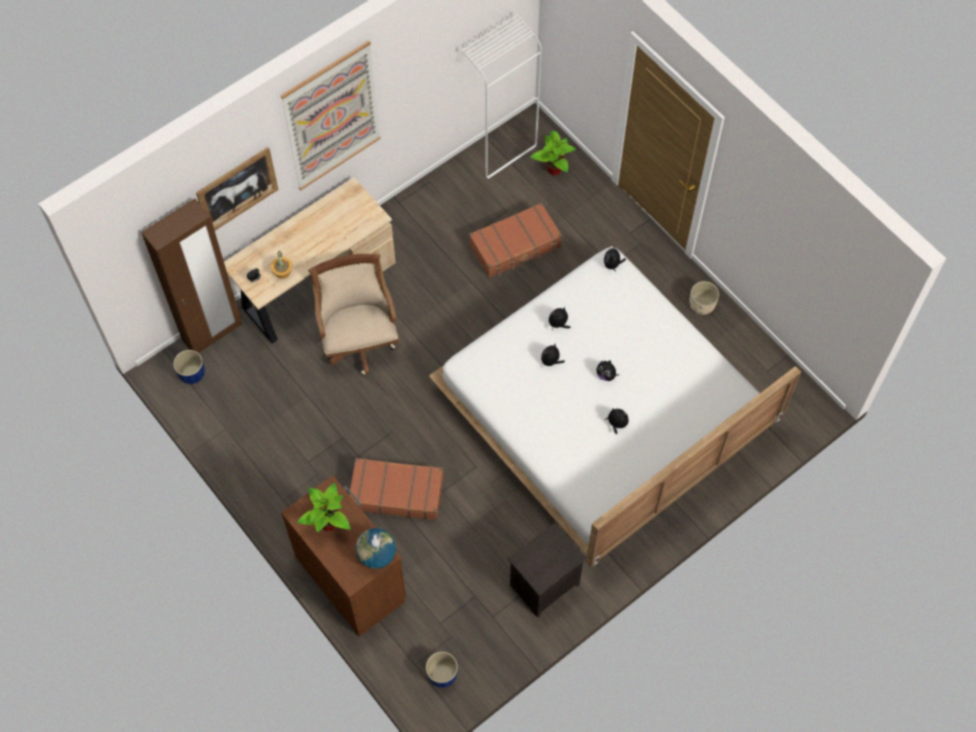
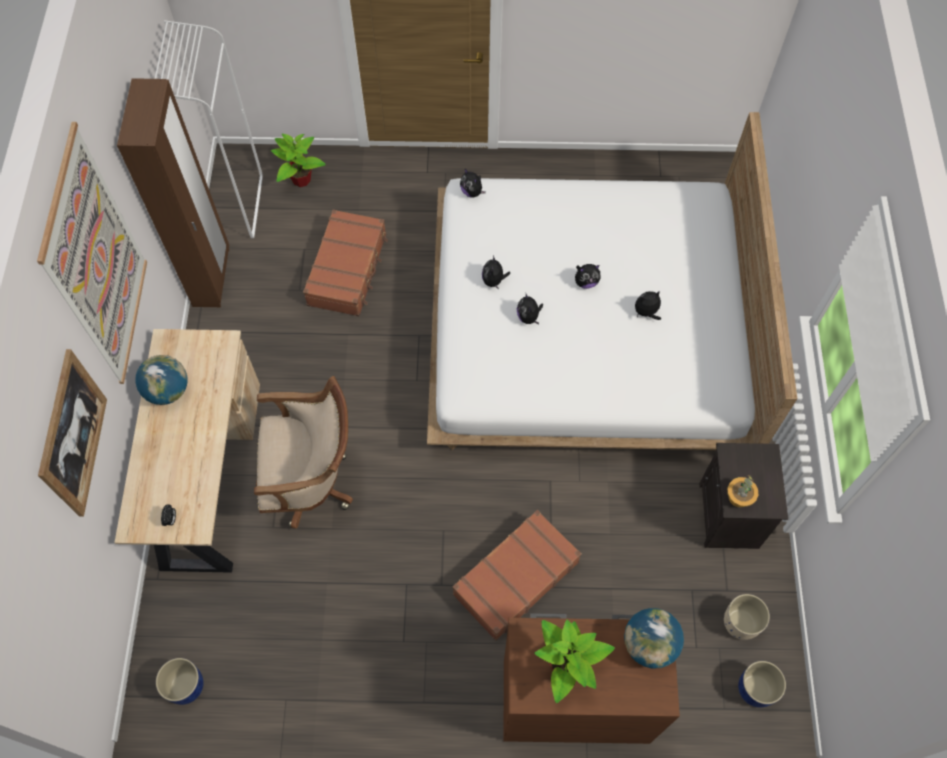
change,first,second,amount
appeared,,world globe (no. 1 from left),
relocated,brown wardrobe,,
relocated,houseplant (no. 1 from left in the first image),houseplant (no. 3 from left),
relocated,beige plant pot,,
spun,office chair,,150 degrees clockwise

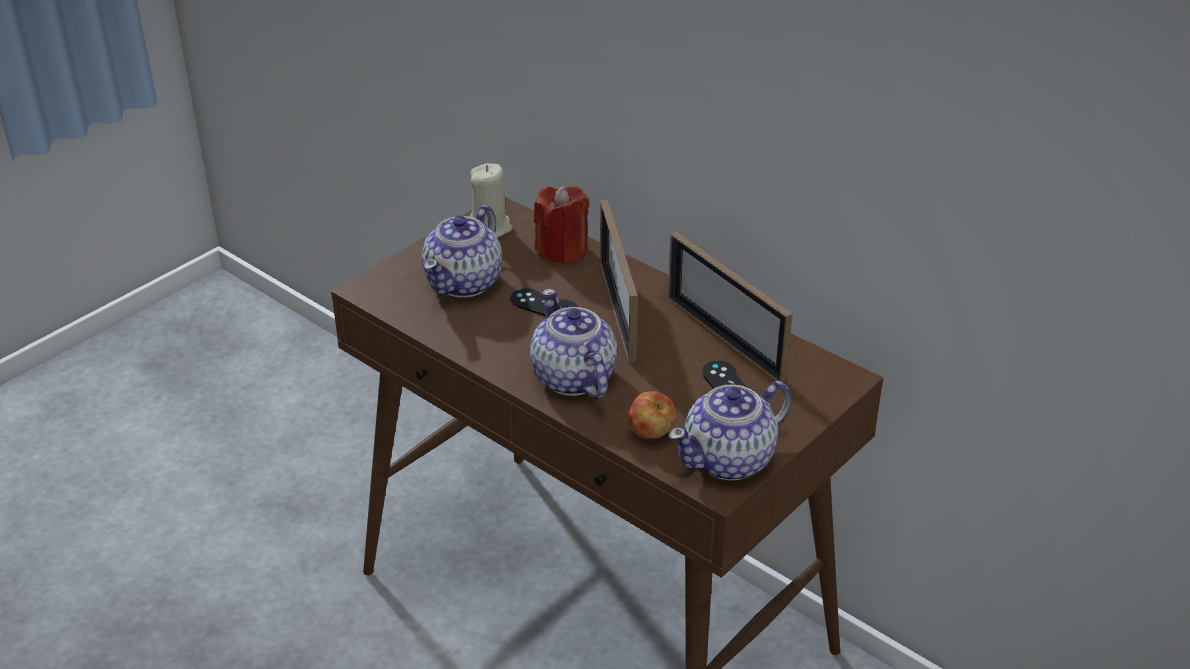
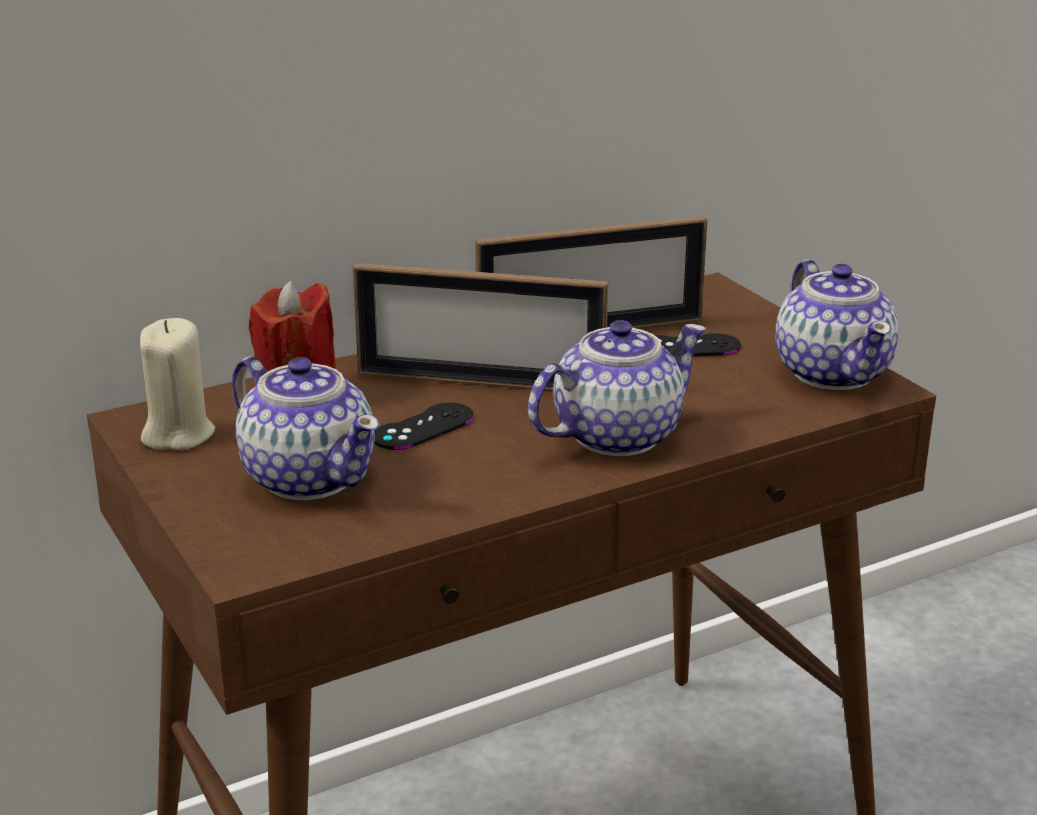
change,first,second,amount
missing,whole apple,,
spun,teapot (no. 2 from left),,150 degrees clockwise

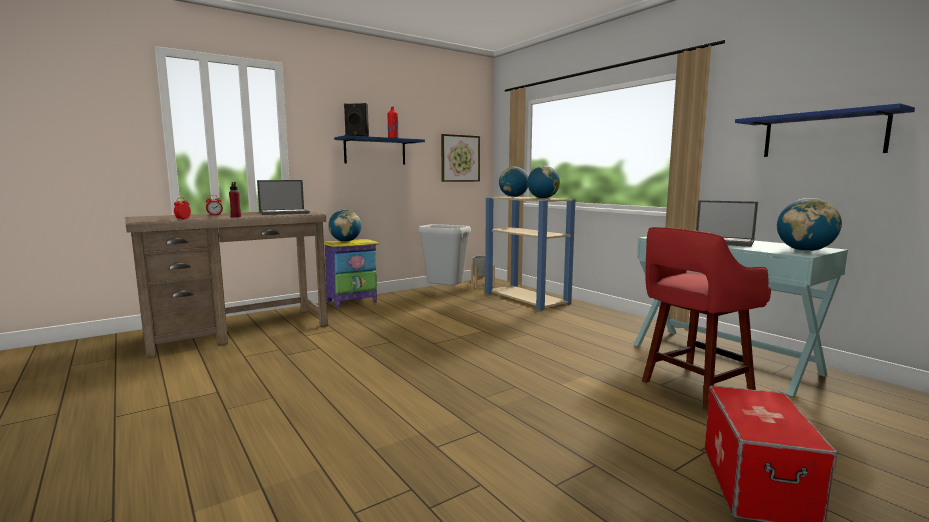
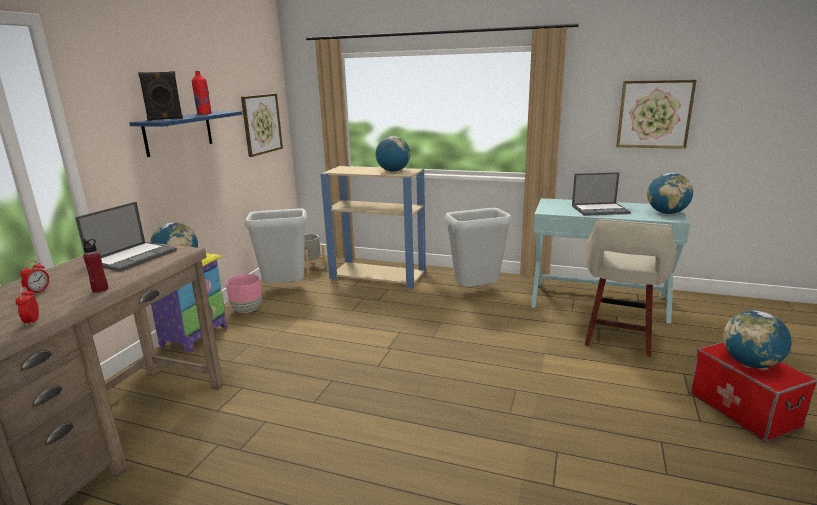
change,first,second,amount
appeared,,pink plant pot,
appeared,,gray rubbish bin (no. 2 from left),
relocated,world globe (no. 2 from left in the first image),world globe (no. 4 from left),
exchanged,blue-coloured shelf (no. 2 from left),wall art (no. 2 from left),
colour,red-coloured stool,beige stool,

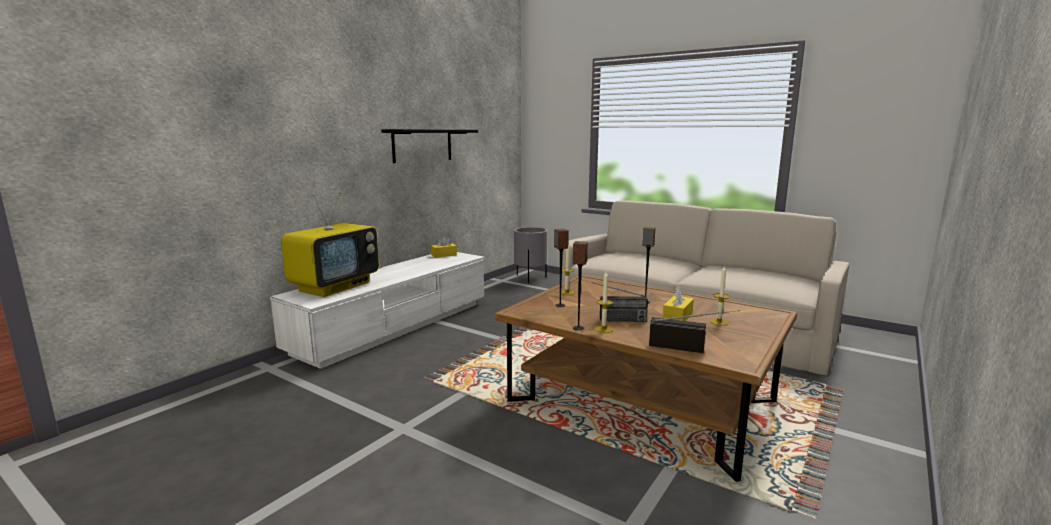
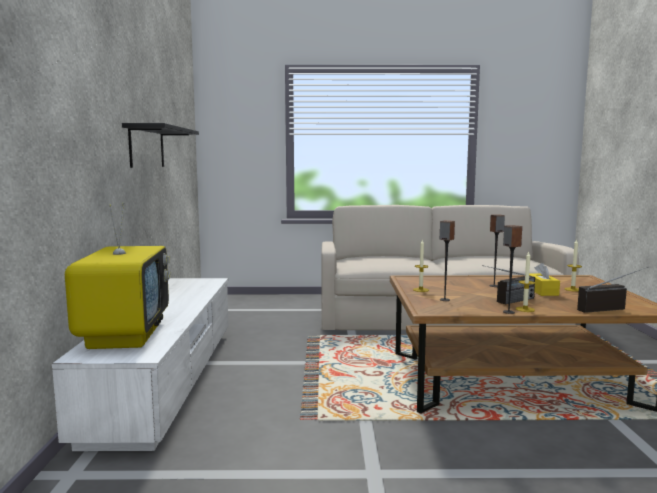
change,first,second,amount
missing,yellowish tissue box (no. 1 from left),,
missing,gray plant pot,,

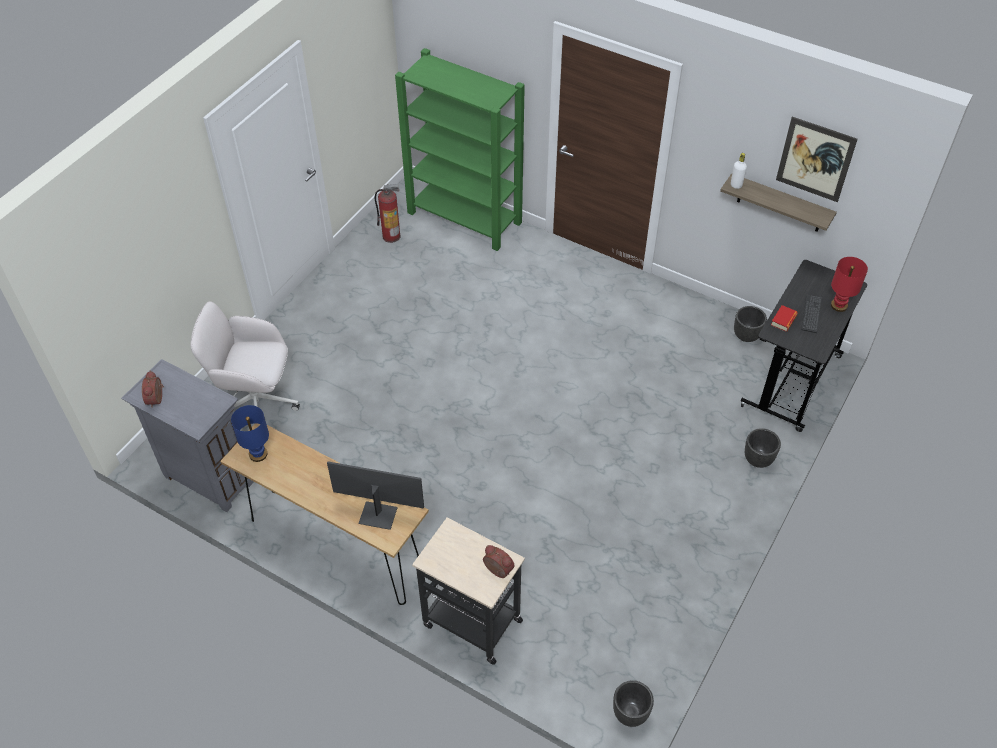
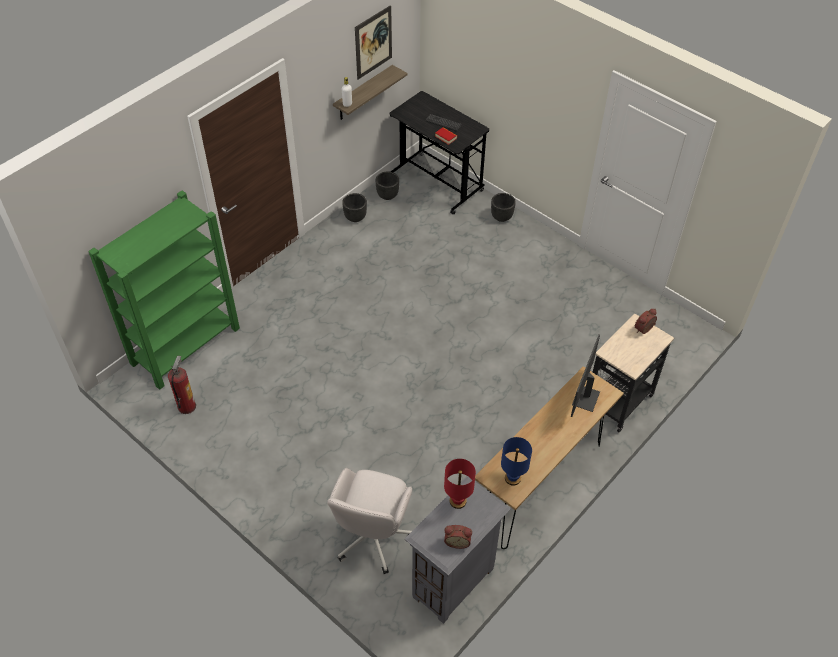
change,first,second,amount
relocated,blackish plant pot (no. 1 from left),,
relocated,red-coloured lamp for a table,,

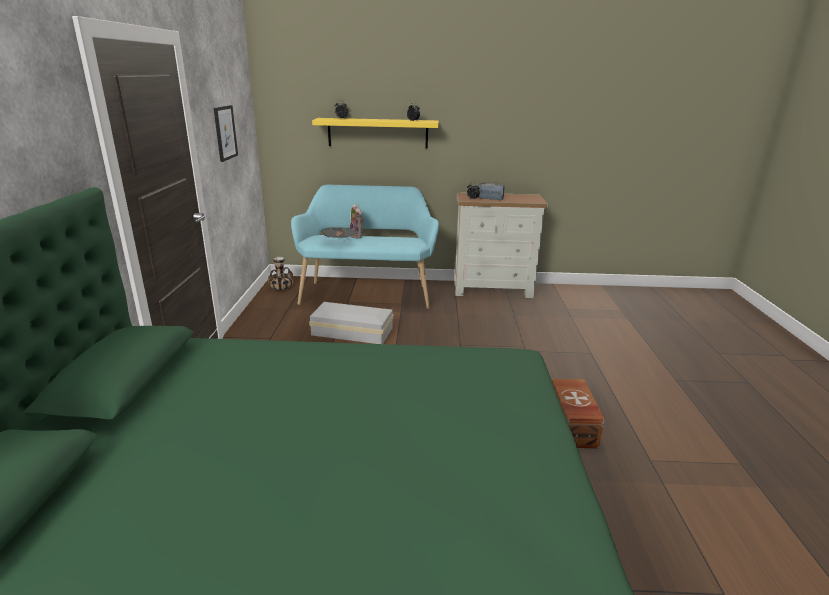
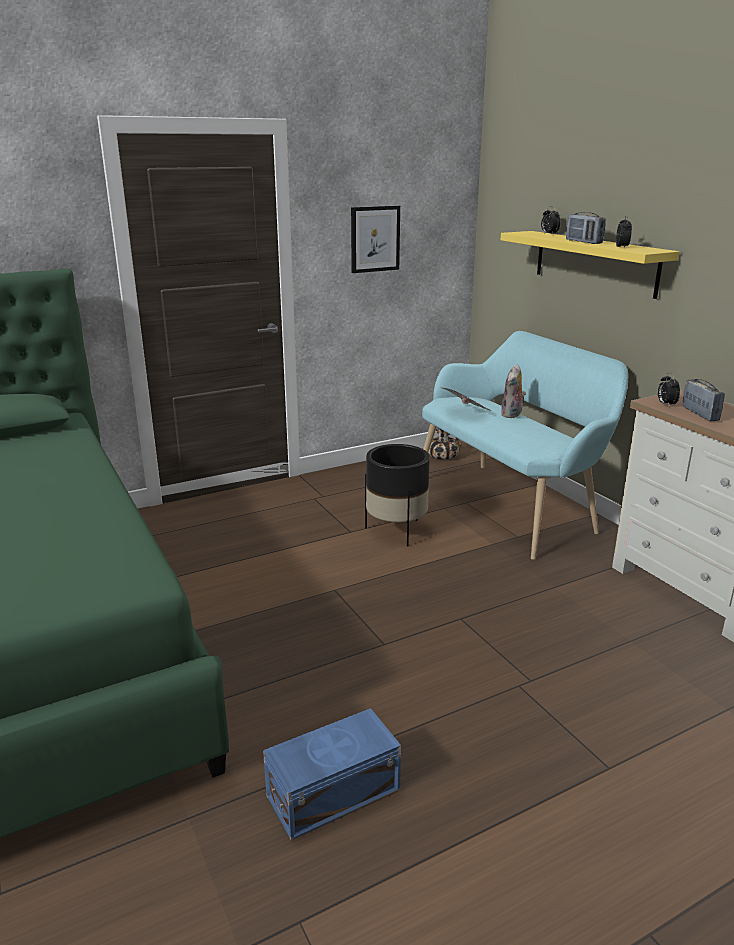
change,first,second,amount
appeared,,radio receiver (no. 1 from left),
exchanged,white storage box,blackish plant pot,
colour,brown storage box,blue-coloured storage box,

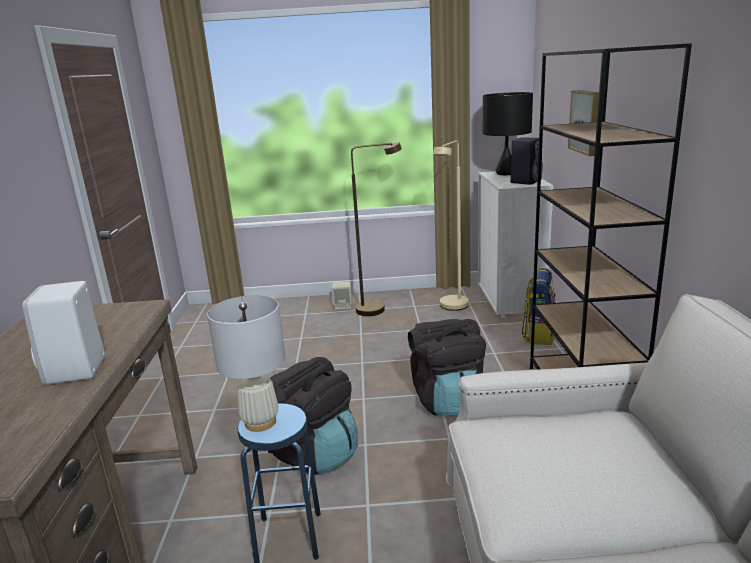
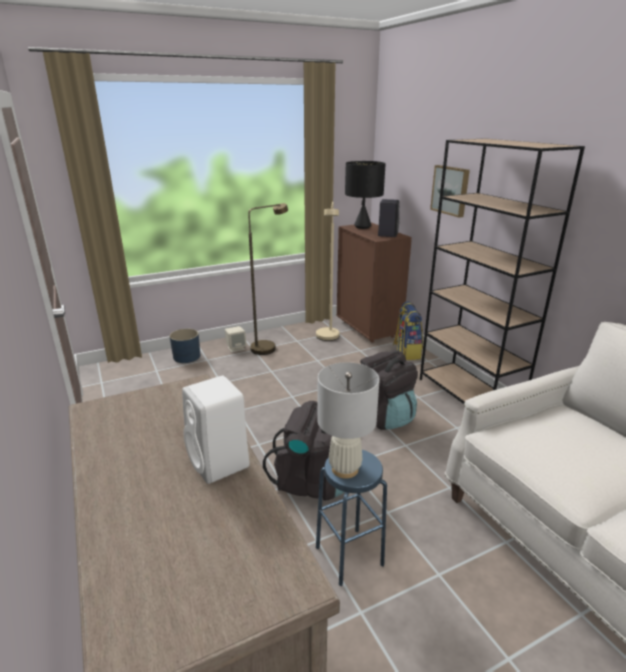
change,first,second,amount
appeared,,blue-coloured plant pot,
colour,white cupboard,brown cupboard,

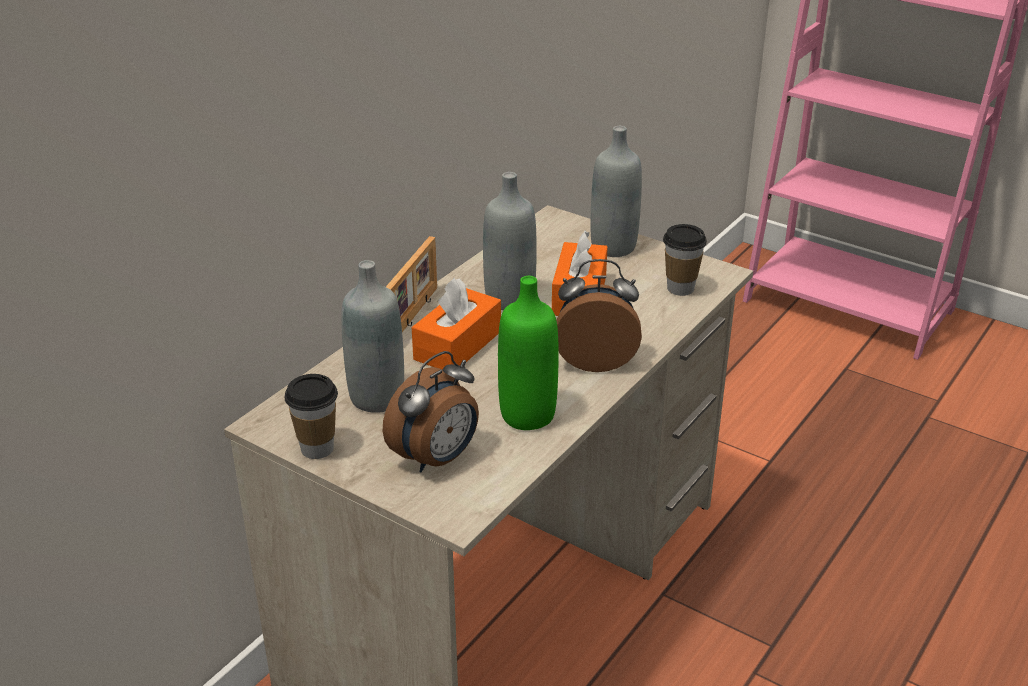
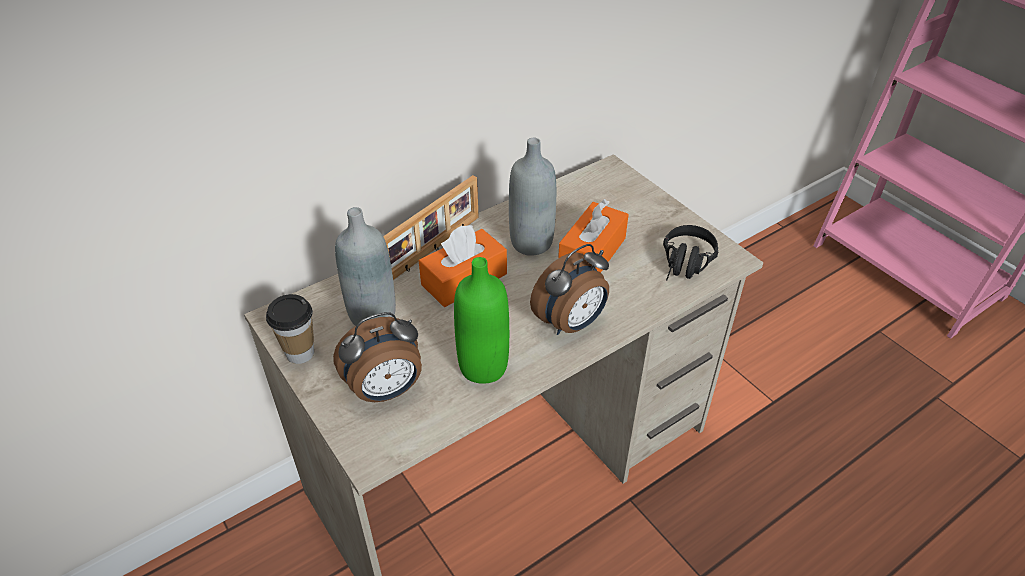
change,first,second,amount
missing,gray bottle (no. 3 from left),,
exchanged,cup (no. 2 from left),blackish headset,
spun,bedside clock (no. 2 from left),,120 degrees clockwise

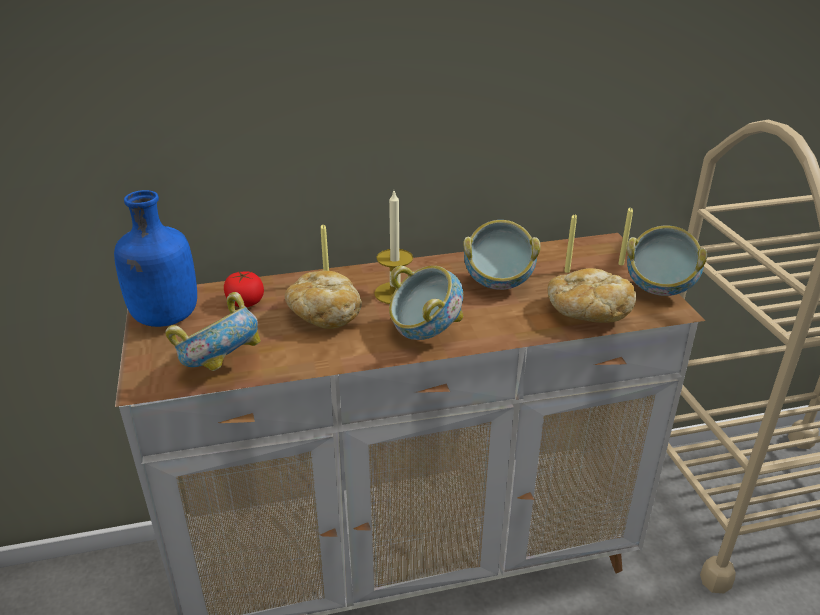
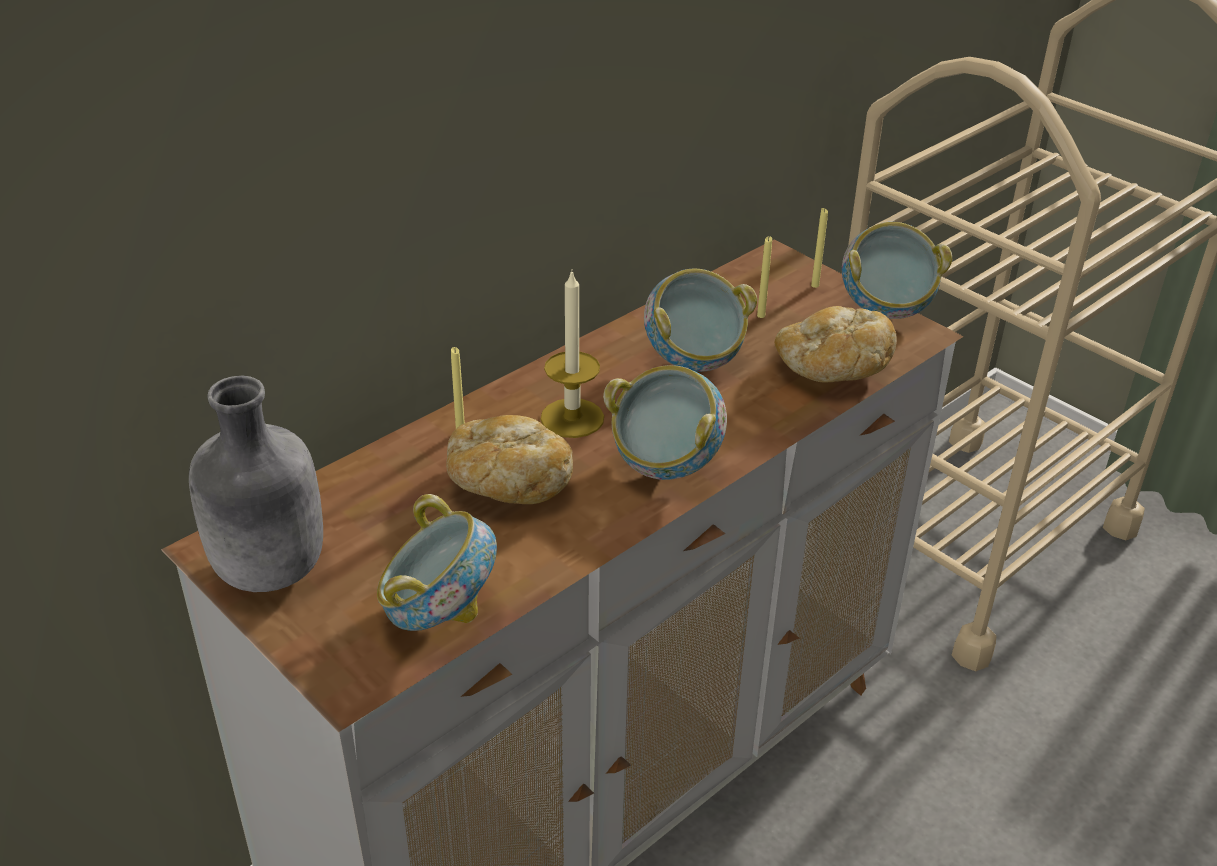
change,first,second,amount
missing,fresh tomato,,
colour,blue-coloured bottle,gray bottle,

